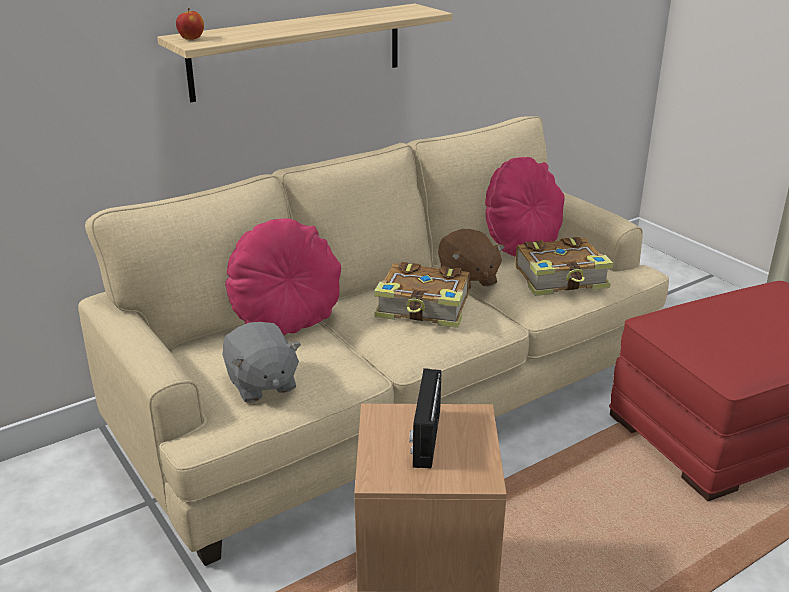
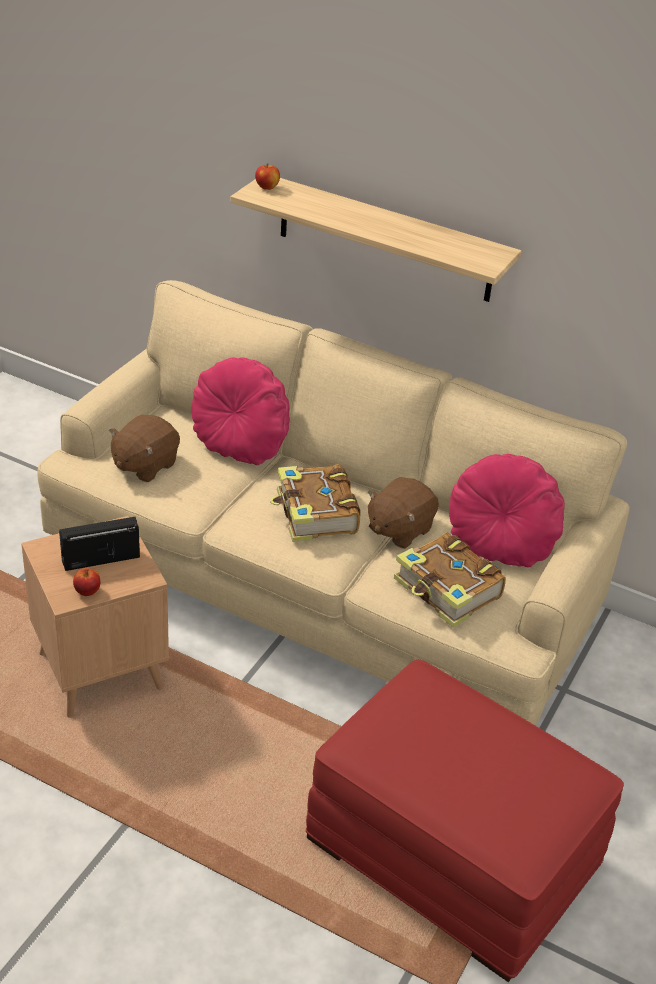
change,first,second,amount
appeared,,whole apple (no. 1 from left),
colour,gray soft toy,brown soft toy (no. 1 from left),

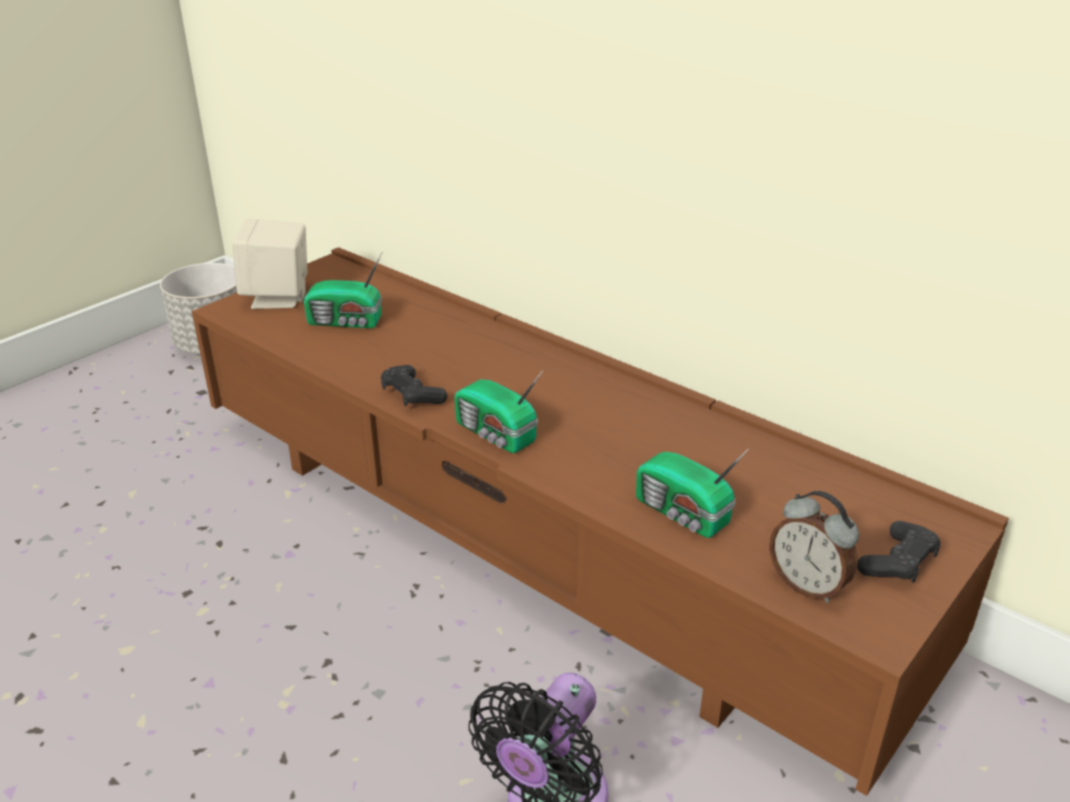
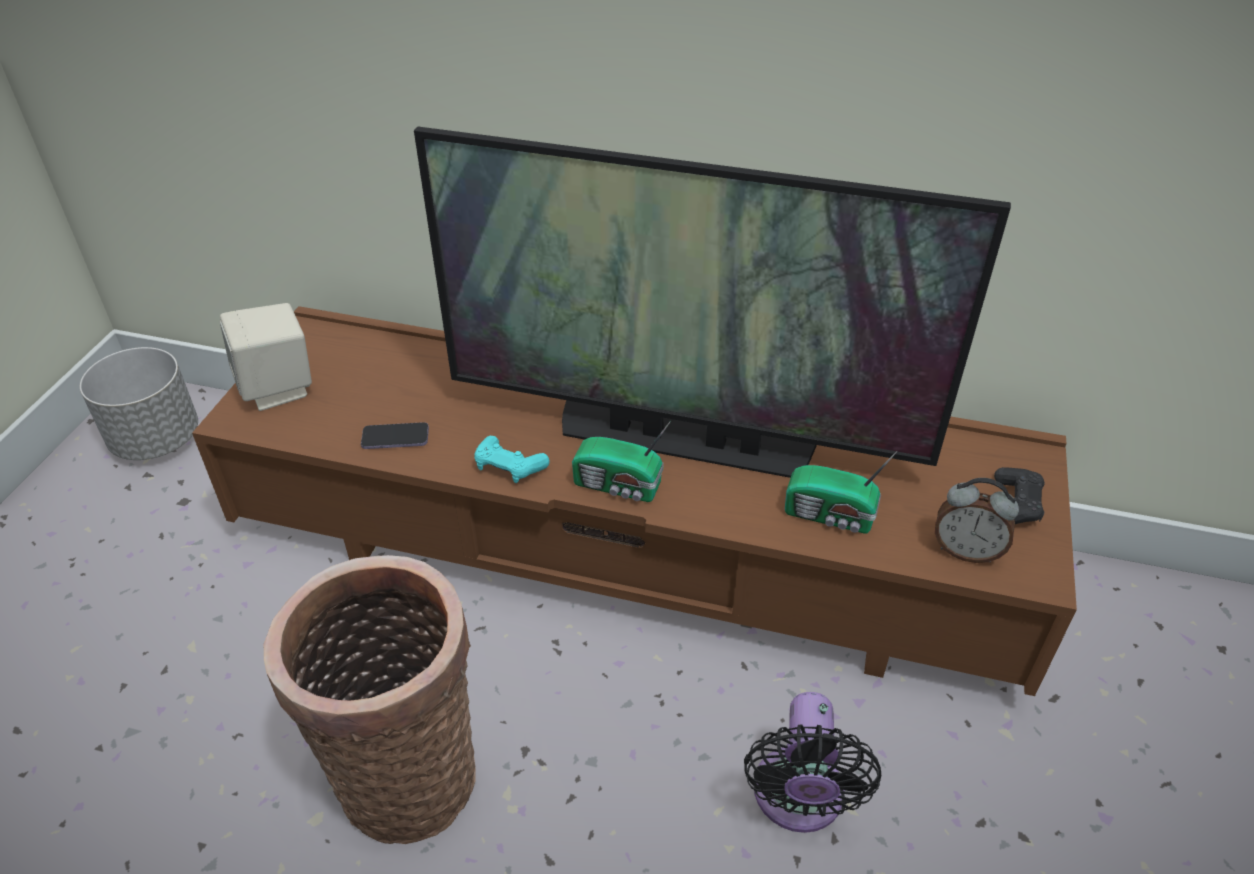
change,first,second,amount
missing,radio receiver (no. 1 from left),,
appeared,,basket,
appeared,,phone,
appeared,,TV set,
colour,blackish gamepad (no. 1 from left),turquoise gamepad,

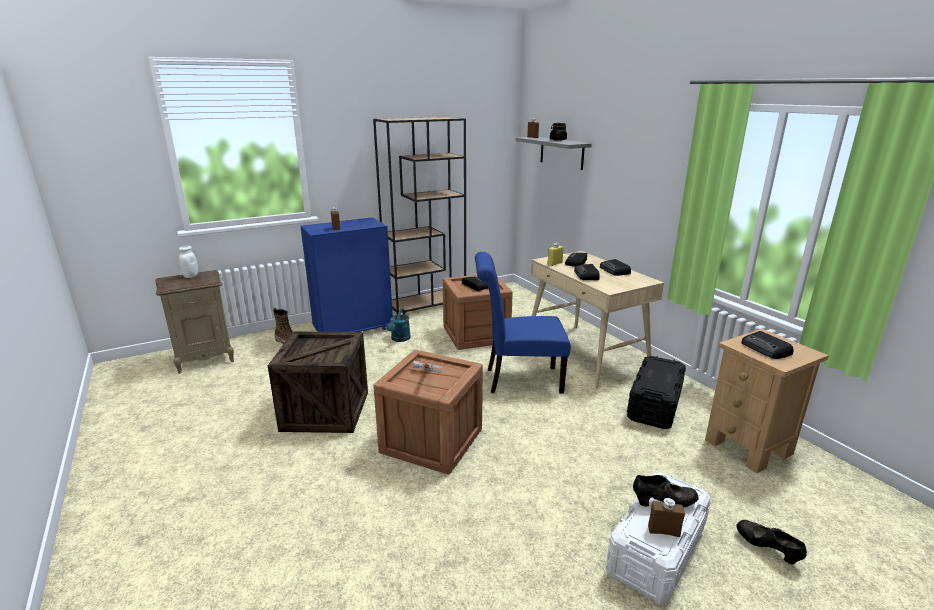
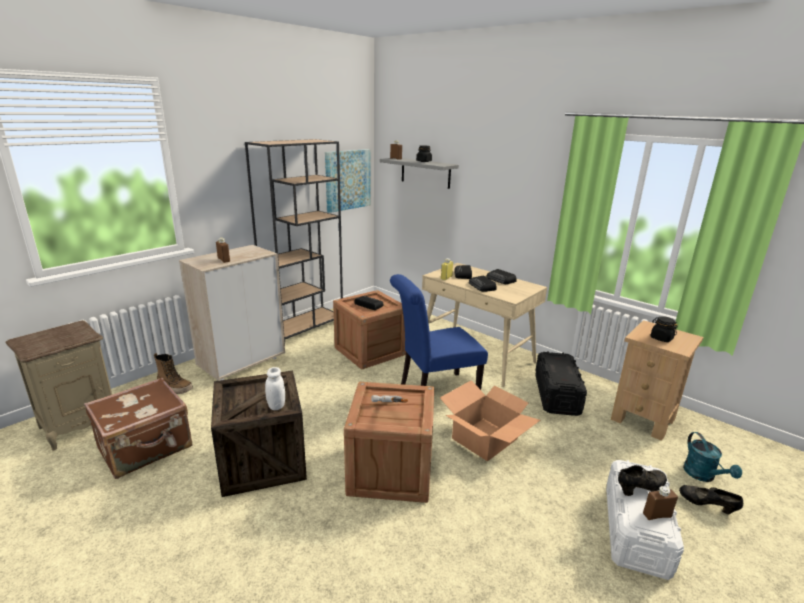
change,first,second,amount
appeared,,brown piece of luggage,
appeared,,wall art,
appeared,,cardboard box,
relocated,white preserve jar,,
relocated,turquoise sprinkling can,,
exchanged,radio receiver (no. 5 from left),blackish preserve jar (no. 2 from left),
colour,blue-coloured cupboard,beige cupboard,

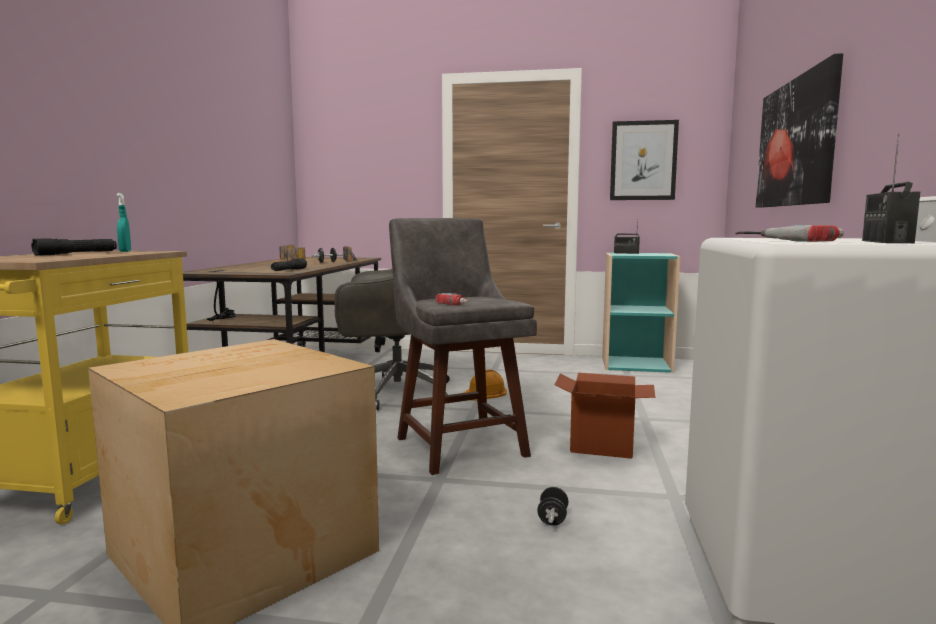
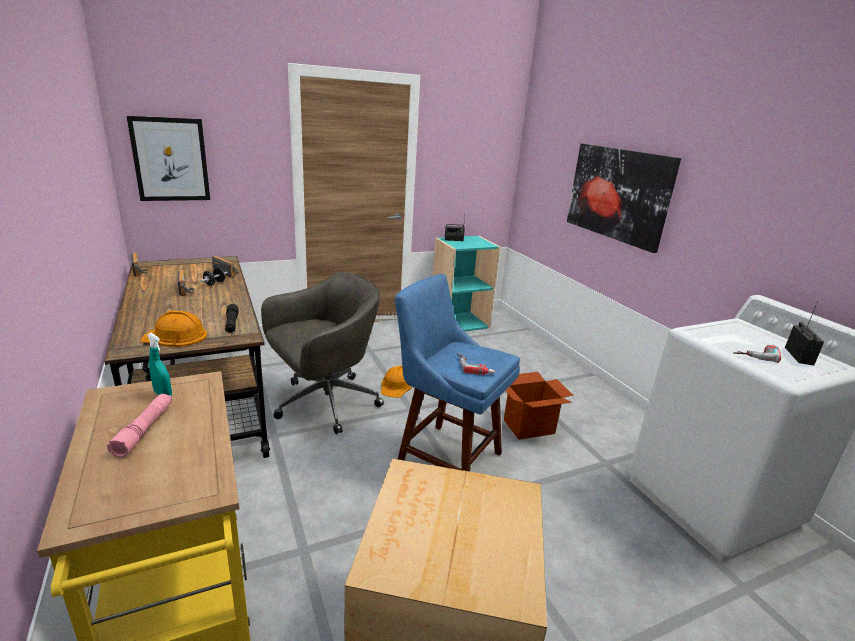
change,first,second,amount
missing,blackish free weight (no. 2 from left),,
appeared,,orange safety helmet (no. 1 from left),
relocated,wall art (no. 1 from left),,
colour,blackish flashlight (no. 1 from left),pink flashlight,
colour,gray stool,blue-coloured stool,
spun,radio receiver (no. 5 from left),,150 degrees counterclockwise

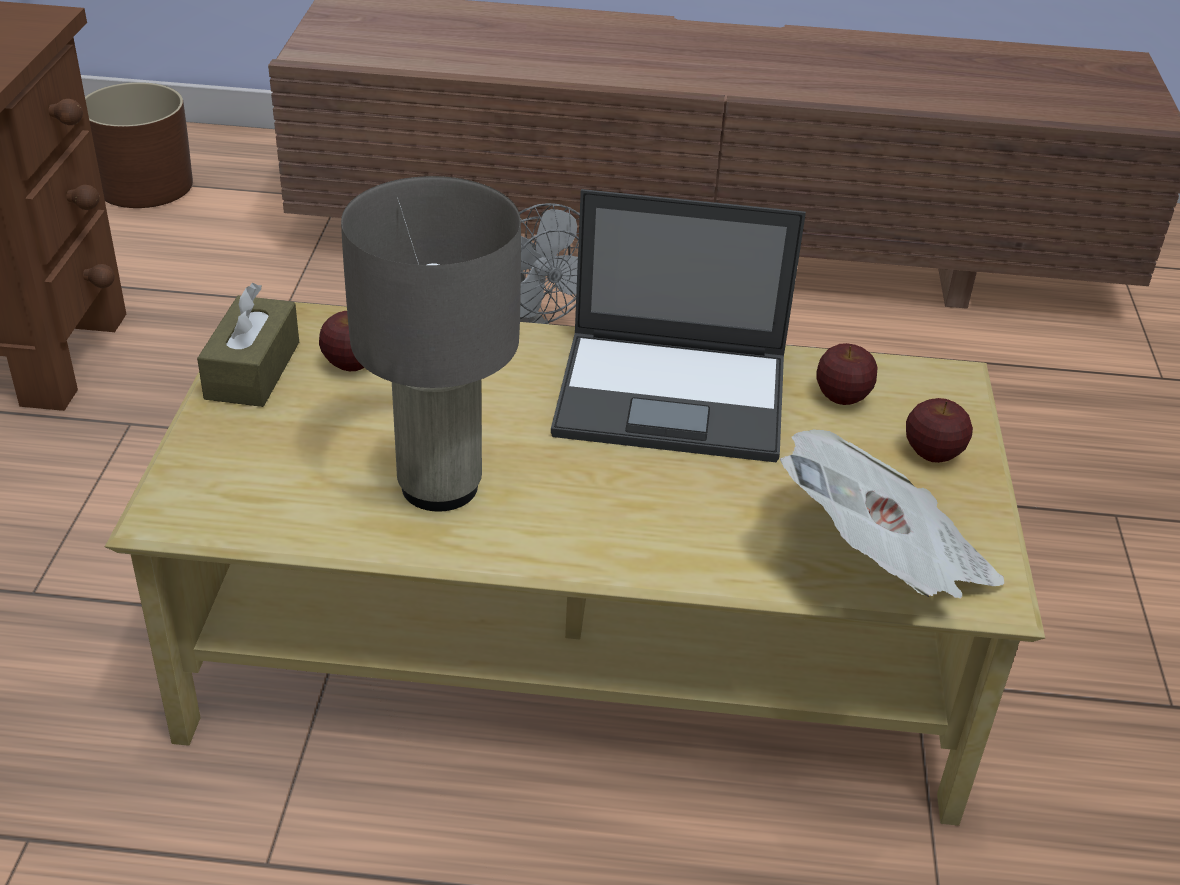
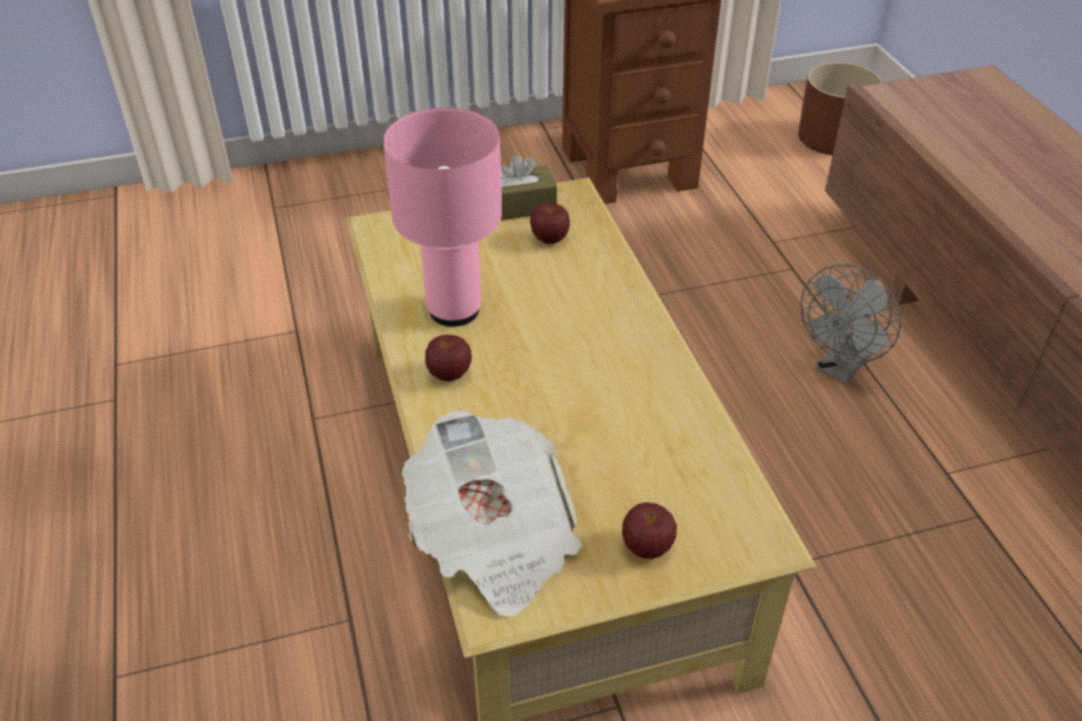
change,first,second,amount
missing,portable computer,,
relocated,whole apple (no. 2 from left in the first image),whole apple (no. 1 from left),
colour,gray lamp for a table,pink lamp for a table,

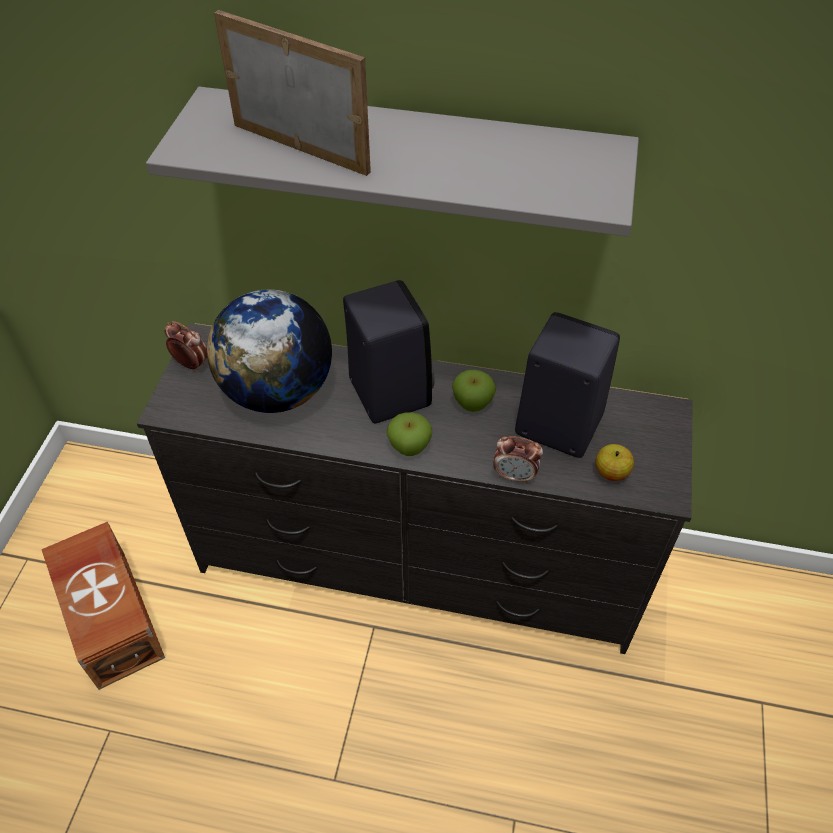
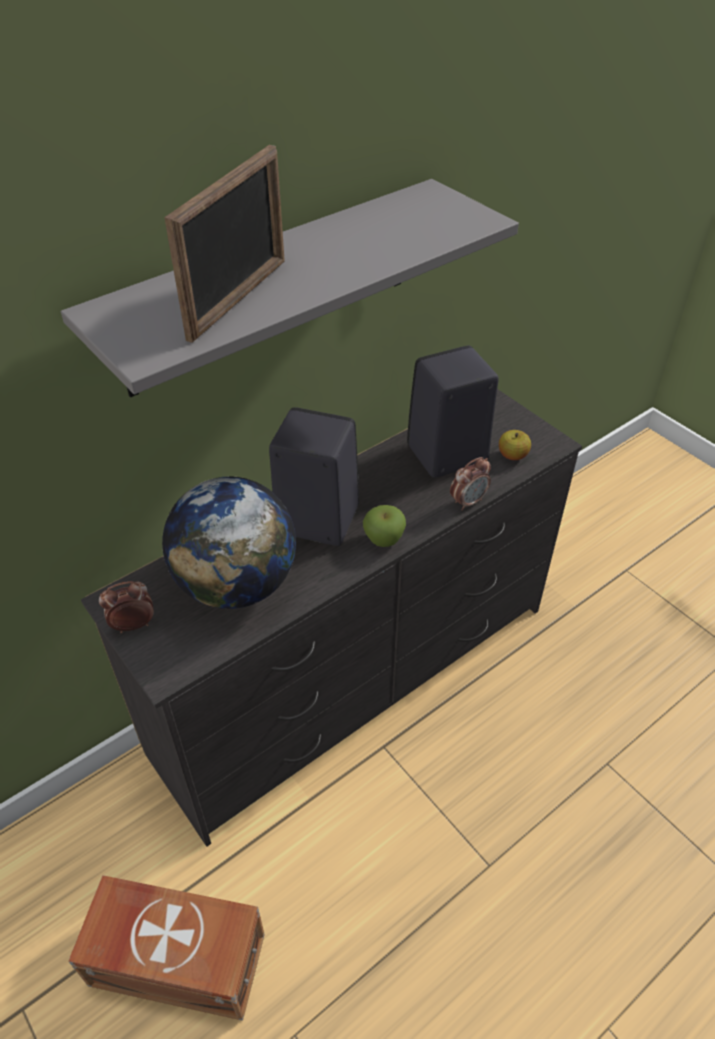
change,first,second,amount
missing,whole apple (no. 2 from left),,
spun,standing frame,,135 degrees clockwise

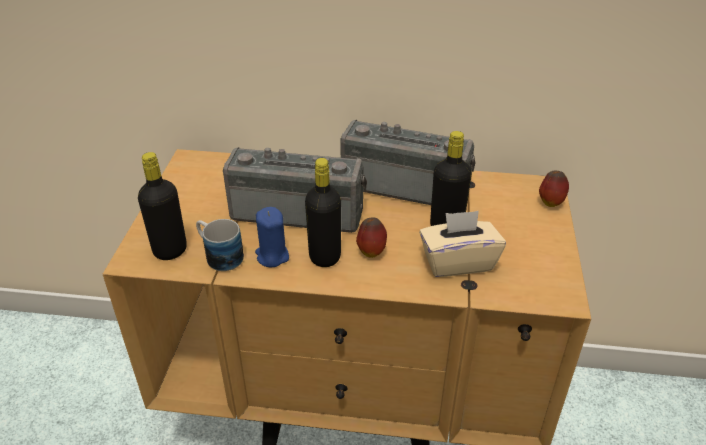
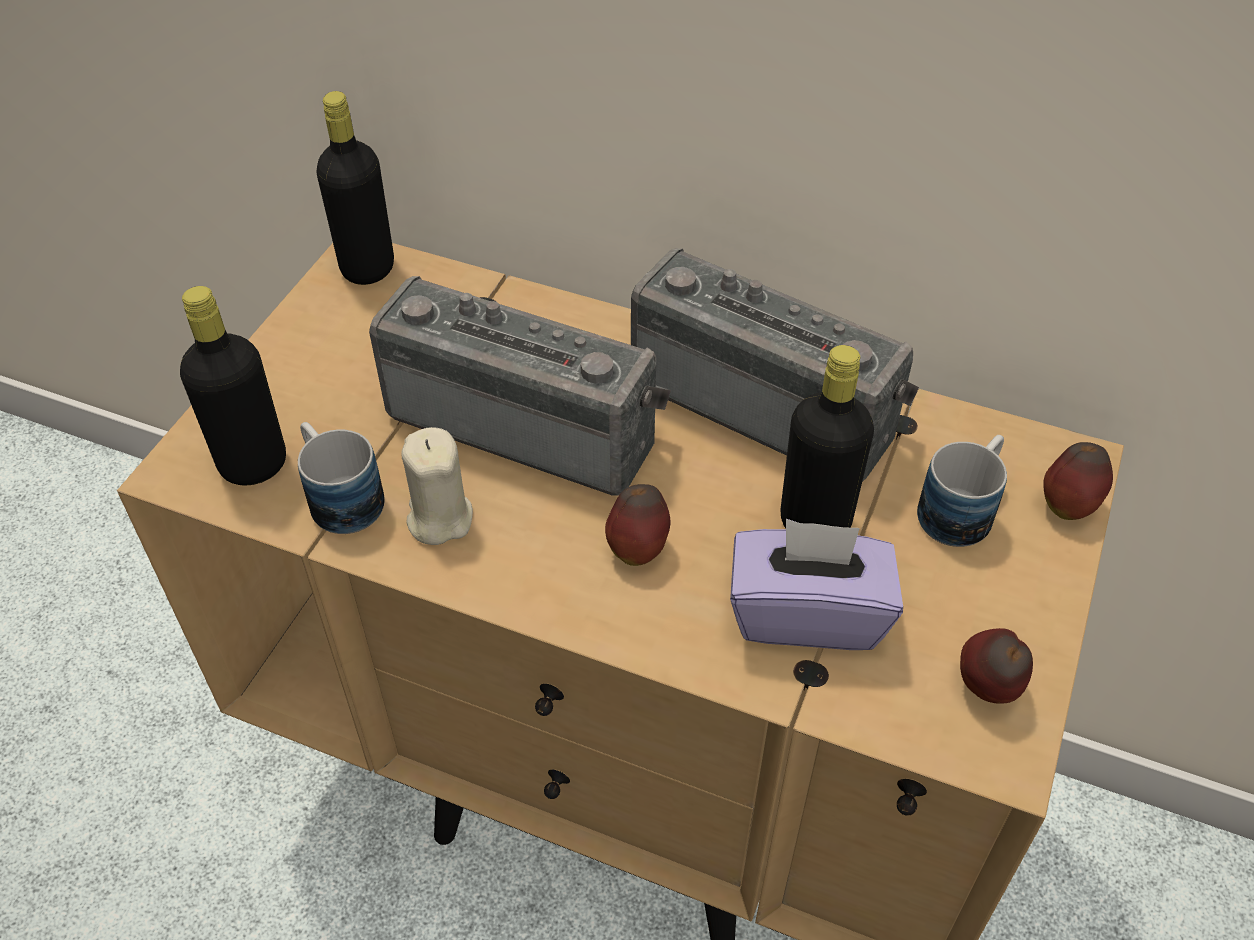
change,first,second,amount
appeared,,coffee mug (no. 2 from left),
appeared,,whole apple (no. 2 from left),
relocated,blackish bottle (no. 2 from left),,
colour,blue-coloured wax candle,beige wax candle,
colour,beige tissue box,purple-coloured tissue box,

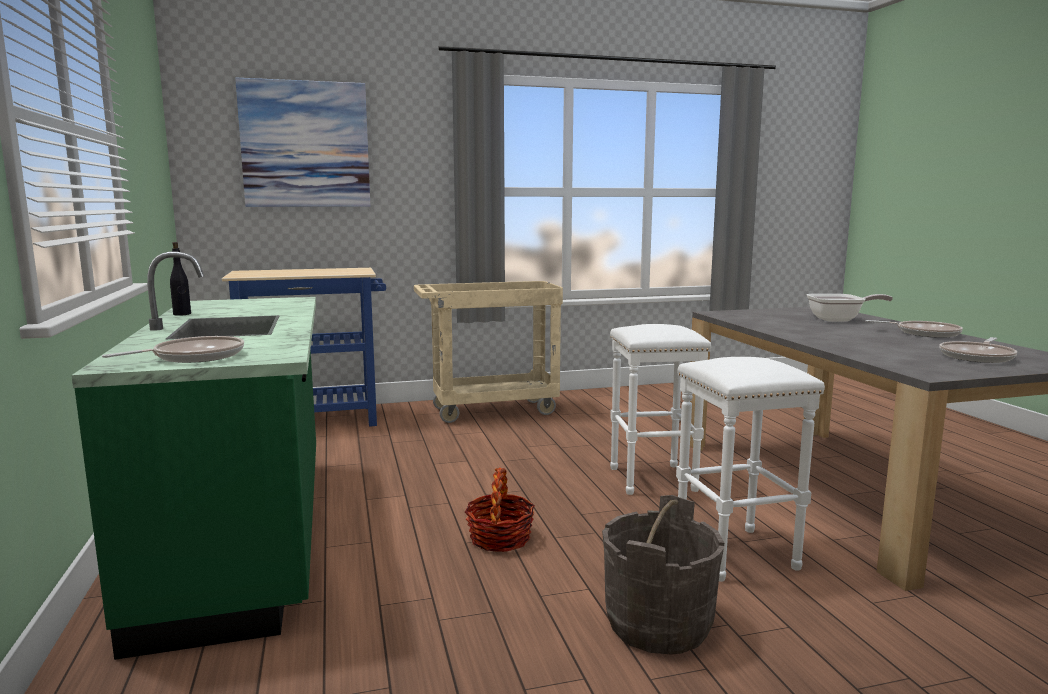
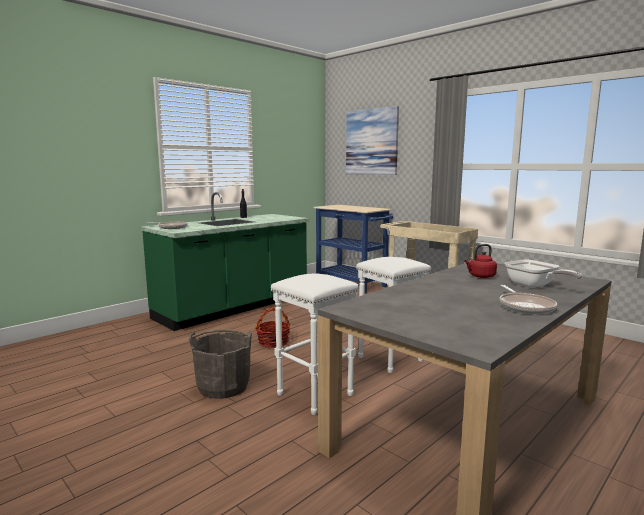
change,first,second,amount
missing,frying pan (no. 4 from left),,
appeared,,red-coloured kettle,

